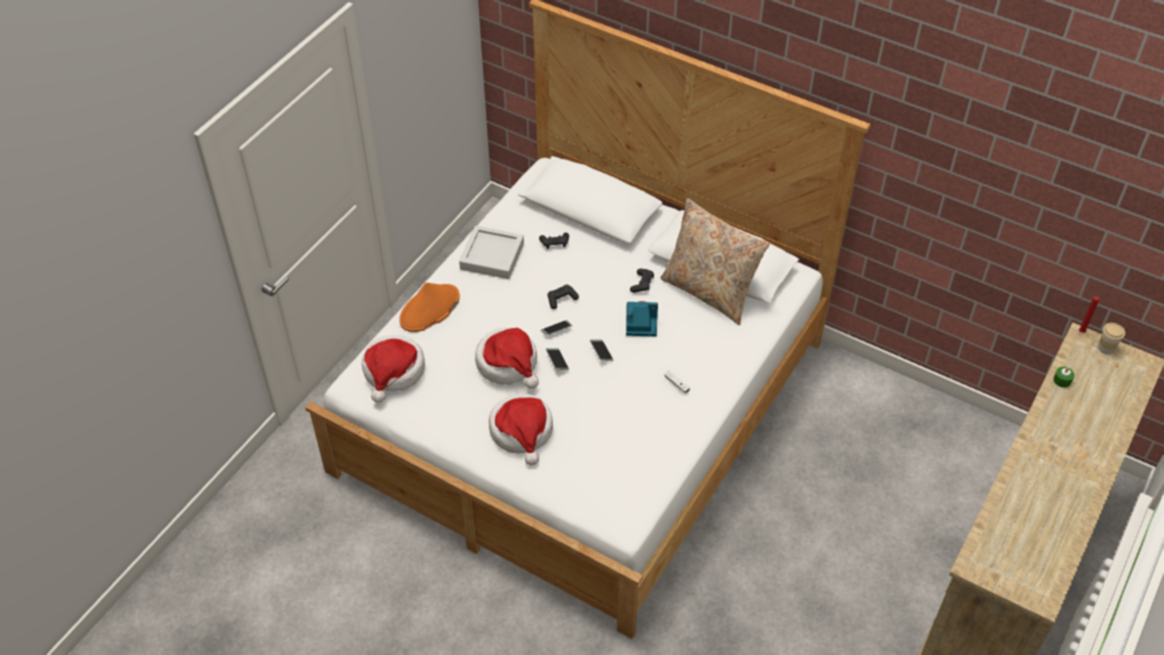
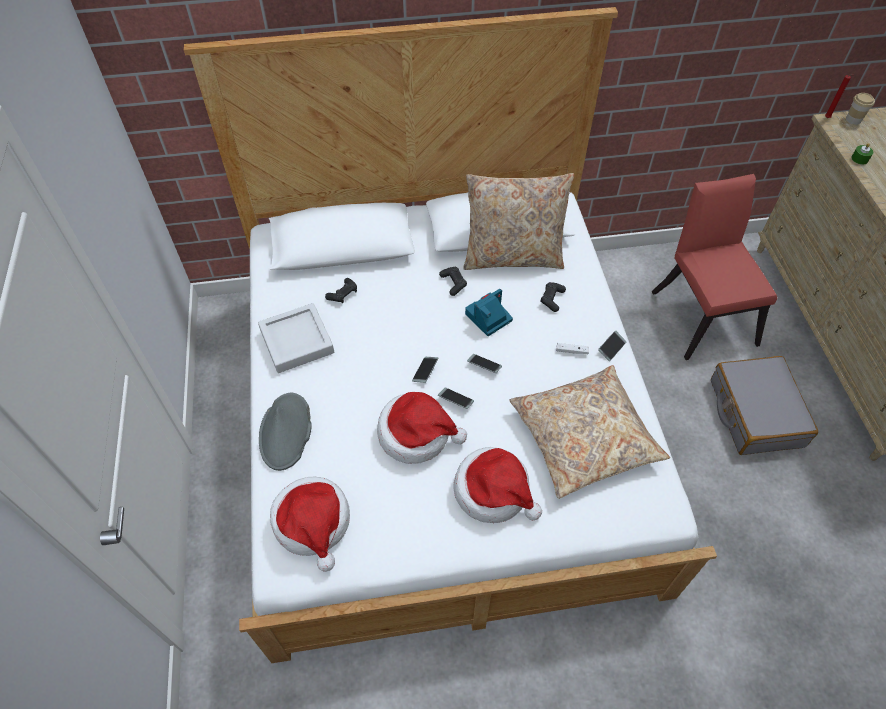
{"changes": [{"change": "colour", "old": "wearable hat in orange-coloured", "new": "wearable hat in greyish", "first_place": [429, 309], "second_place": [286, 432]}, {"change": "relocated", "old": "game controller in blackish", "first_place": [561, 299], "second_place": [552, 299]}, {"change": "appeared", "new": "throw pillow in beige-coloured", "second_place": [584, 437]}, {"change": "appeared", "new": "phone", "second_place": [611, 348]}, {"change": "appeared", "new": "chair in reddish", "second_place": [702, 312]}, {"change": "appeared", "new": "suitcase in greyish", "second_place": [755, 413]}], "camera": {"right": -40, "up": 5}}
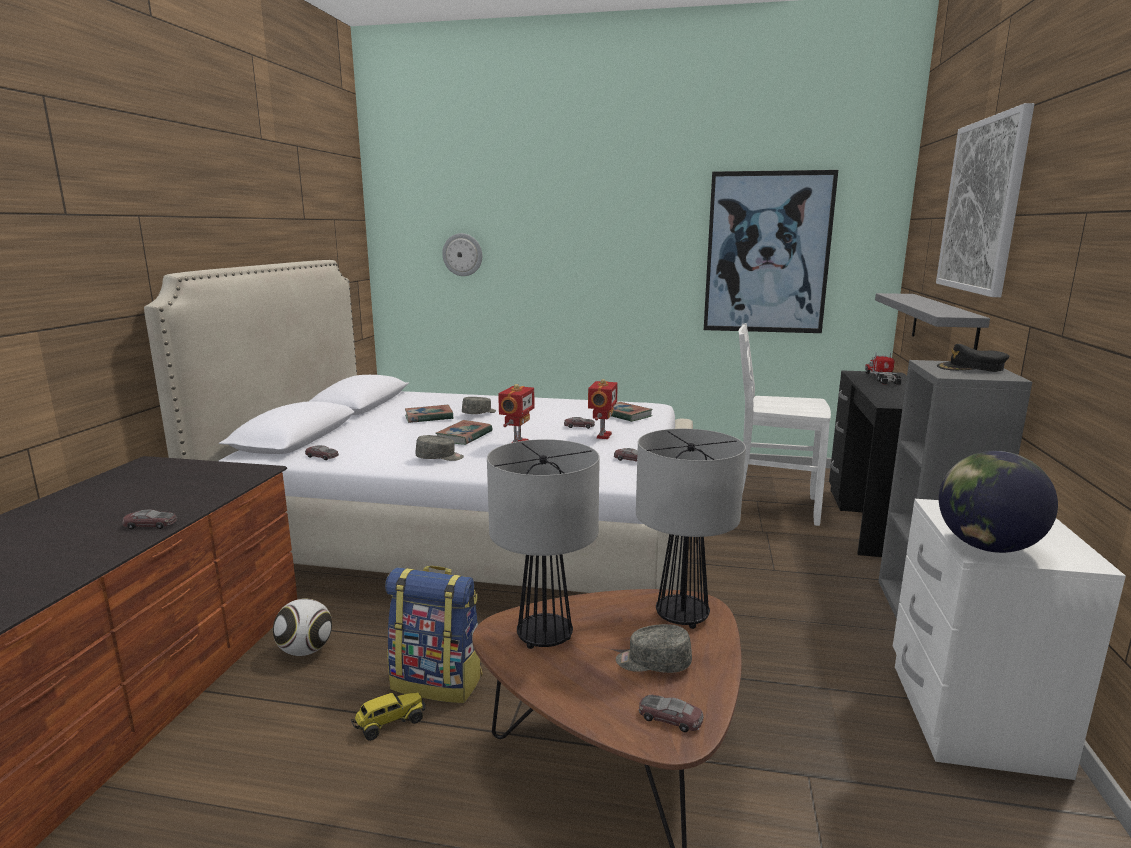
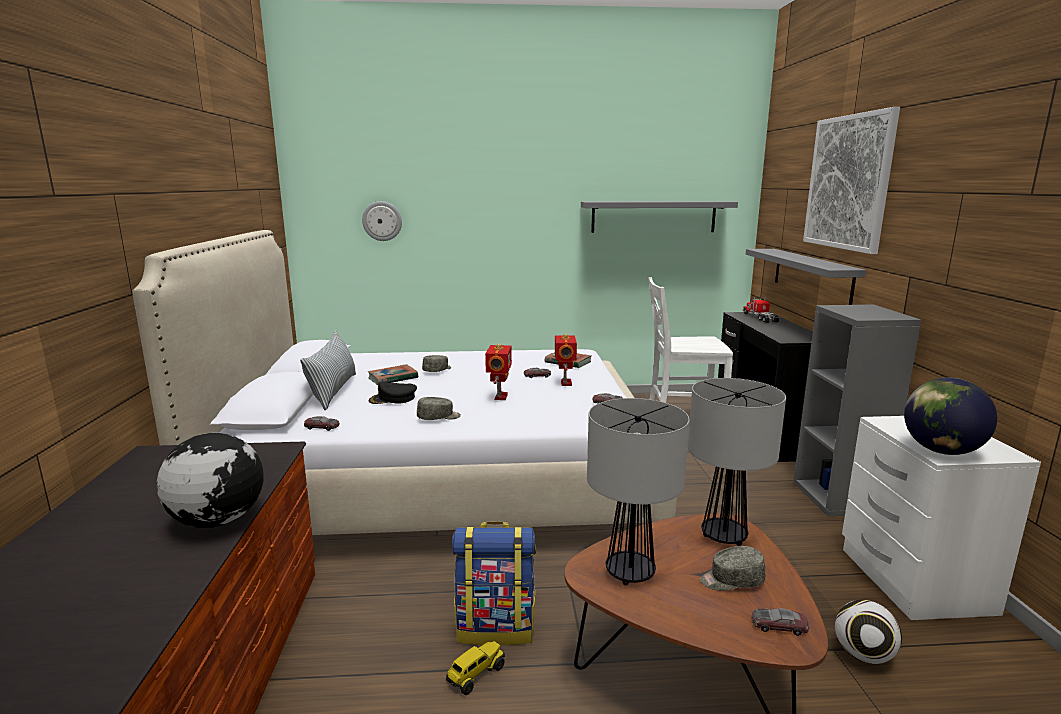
{"changes": [{"change": "exchanged", "old": "model car", "new": "desk globe", "first_place": [150, 525], "second_place": [217, 520]}, {"change": "relocated", "old": "ball for football", "first_place": [305, 651], "second_place": [863, 655]}, {"change": "missing", "old": "volume", "first_place": [464, 436]}, {"change": "exchanged", "old": "wall picture", "new": "bracket shelf in greyish", "first_place": [767, 253], "second_place": [653, 216]}, {"change": "relocated", "old": "cap in blackish", "first_place": [971, 368], "second_place": [393, 399]}, {"change": "appeared", "new": "throw pillow", "second_place": [333, 391]}], "camera": {"right": -15, "up": 0}}
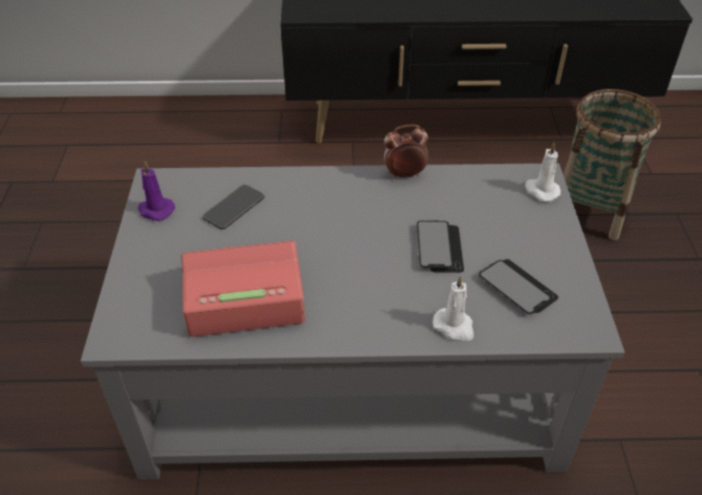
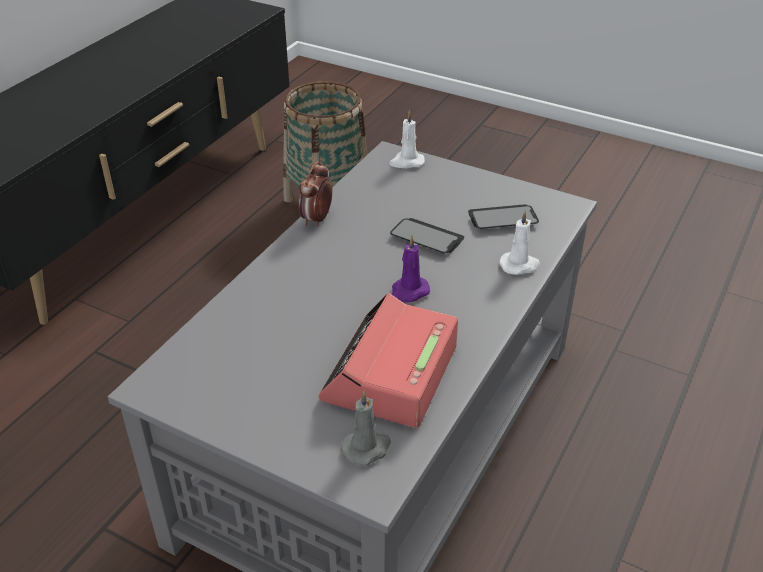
{"changes": [{"change": "relocated", "old": "candle in purple-coloured", "first_place": [155, 210], "second_place": [408, 292]}, {"change": "missing", "old": "phone", "first_place": [234, 208]}, {"change": "appeared", "new": "candle in greyish", "second_place": [367, 448]}], "camera": {"right": -60, "up": -5}}
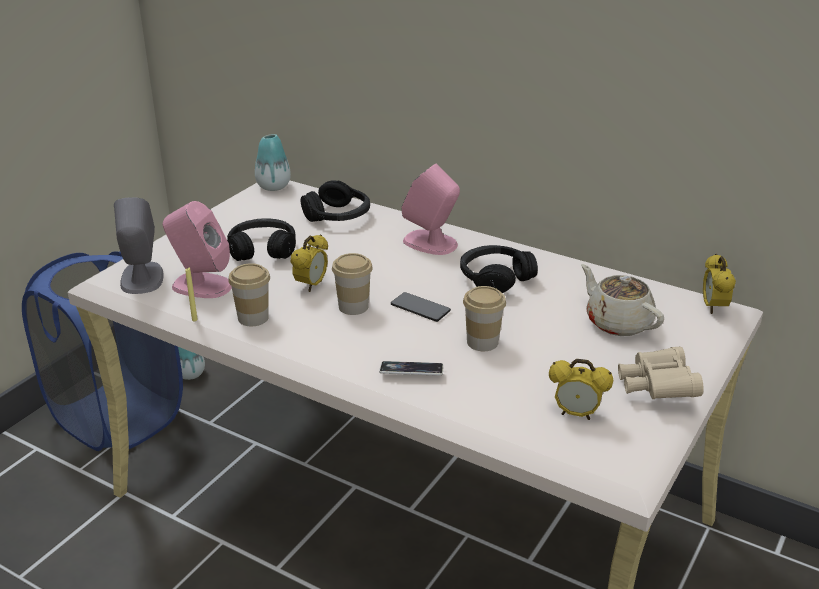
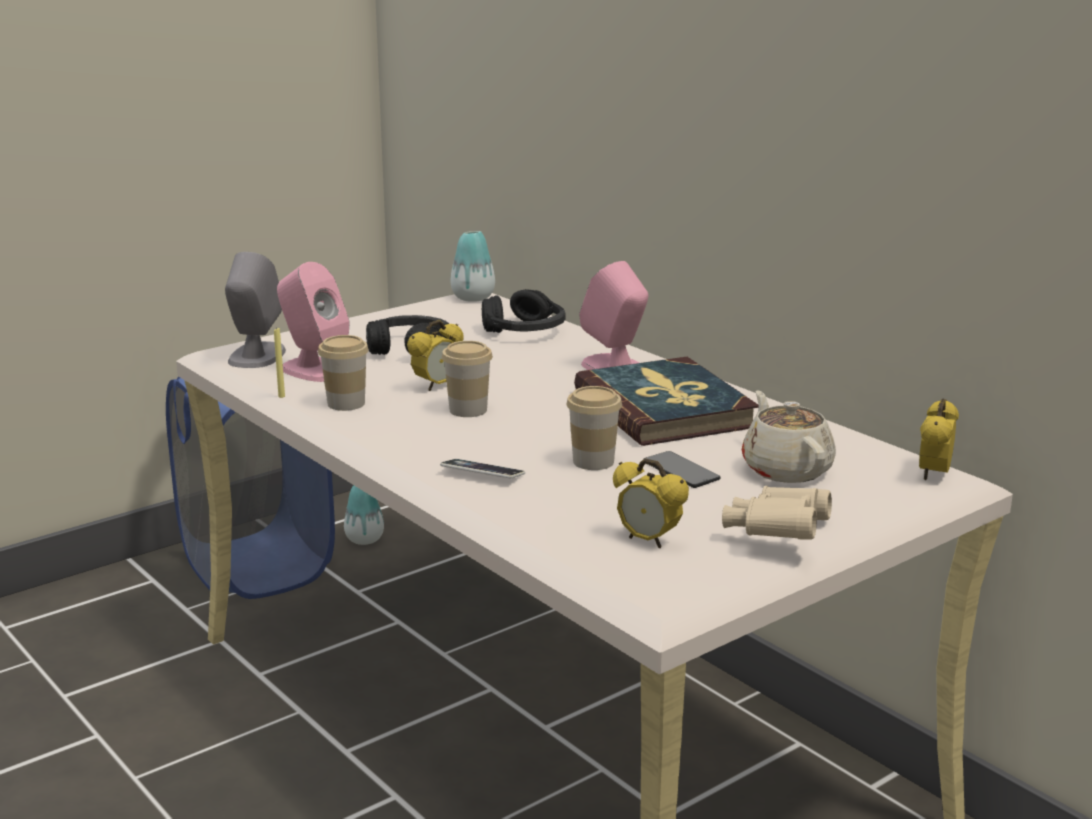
{"changes": [{"change": "relocated", "old": "phone", "first_place": [420, 308], "second_place": [681, 471]}, {"change": "exchanged", "old": "headphones in blackish", "new": "volume", "first_place": [495, 278], "second_place": [665, 409]}], "camera": {"right": 20, "up": -10}}
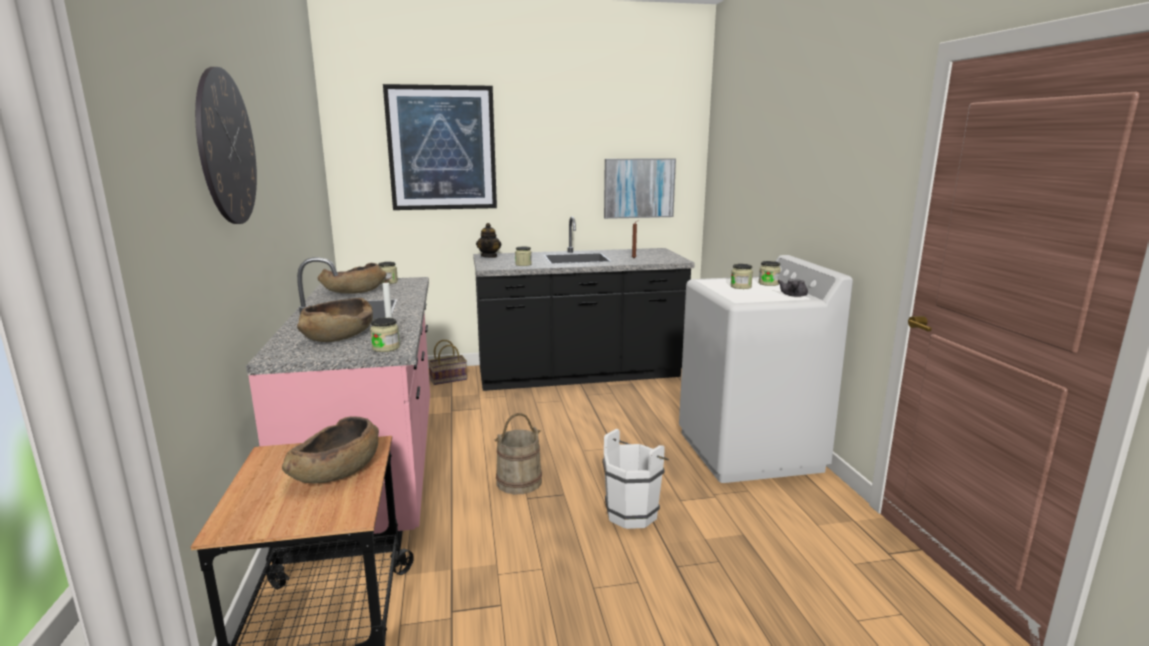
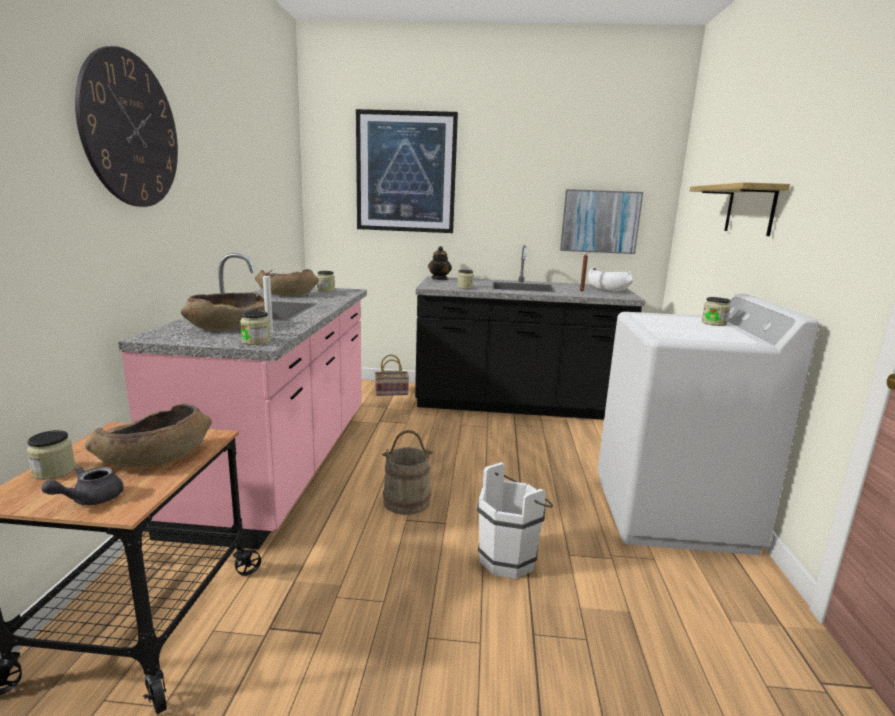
{"changes": [{"change": "relocated", "old": "preserve jar", "first_place": [740, 287], "second_place": [54, 471]}, {"change": "relocated", "old": "pot for tea in greyish", "first_place": [793, 295], "second_place": [90, 499]}, {"change": "appeared", "new": "serving bowl in whitish", "second_place": [607, 289]}, {"change": "appeared", "new": "bracket shelf", "second_place": [750, 210]}], "camera": {"right": 15, "up": 0}}
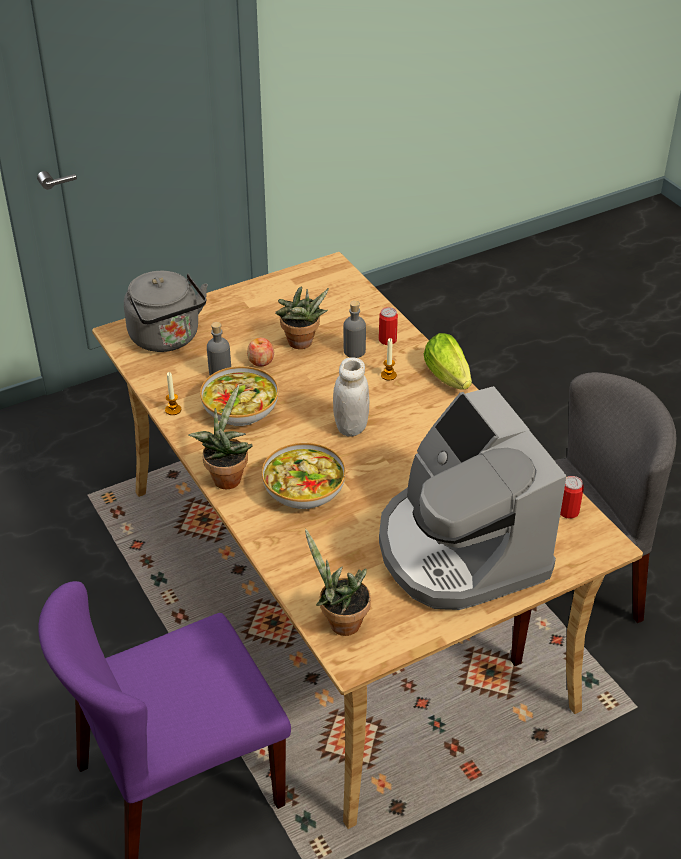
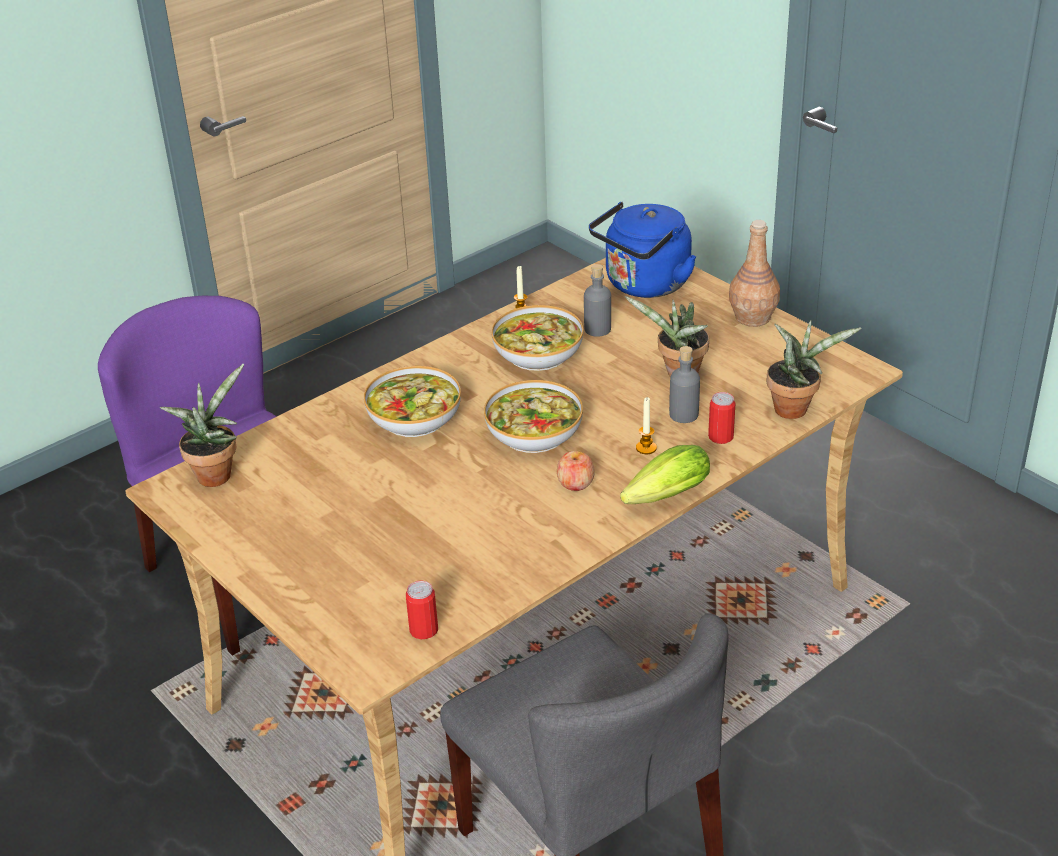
{"changes": [{"change": "colour", "old": "kettle in greyish", "new": "kettle in blue-coloured", "first_place": [167, 339], "second_place": [644, 285]}, {"change": "relocated", "old": "houseplant", "first_place": [226, 477], "second_place": [795, 408]}, {"change": "relocated", "old": "apple", "first_place": [261, 361], "second_place": [575, 483]}, {"change": "exchanged", "old": "preserve jar in whitish", "new": "serving bowl", "first_place": [350, 427], "second_place": [534, 433]}, {"change": "missing", "old": "coffee brewer", "first_place": [459, 549]}, {"change": "appeared", "new": "bottle in brownish", "second_place": [753, 317]}], "camera": {"right": 80, "up": -5}}
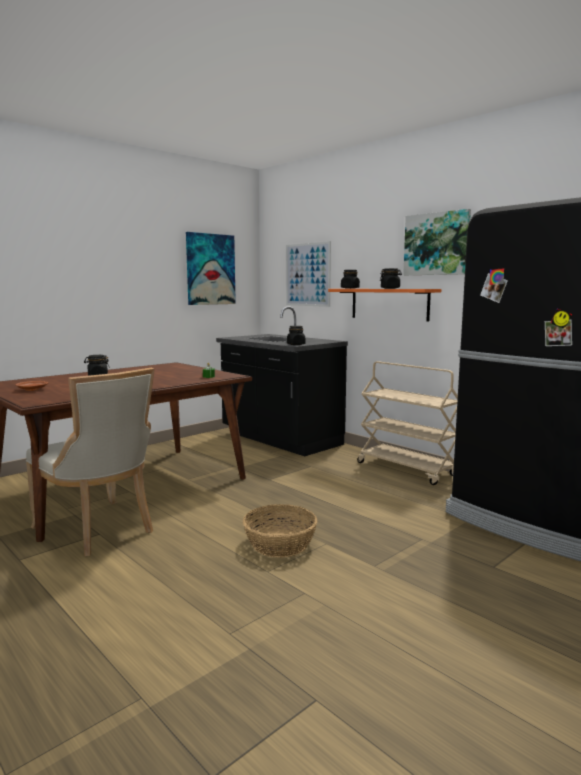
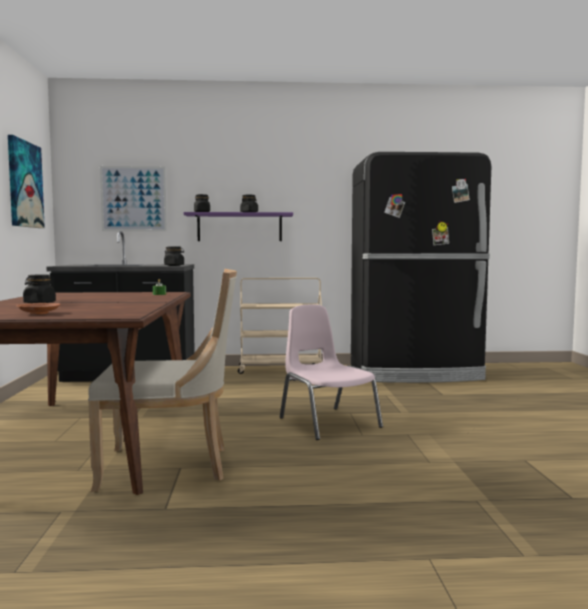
{"changes": [{"change": "exchanged", "old": "household basket", "new": "chair in pink", "first_place": [280, 544], "second_place": [328, 422]}, {"change": "colour", "old": "bracket shelf in orange-coloured", "new": "bracket shelf in purple-coloured", "first_place": [389, 304], "second_place": [239, 227]}, {"change": "missing", "old": "wall picture", "first_place": [437, 244]}], "camera": {"right": -50, "up": -5}}
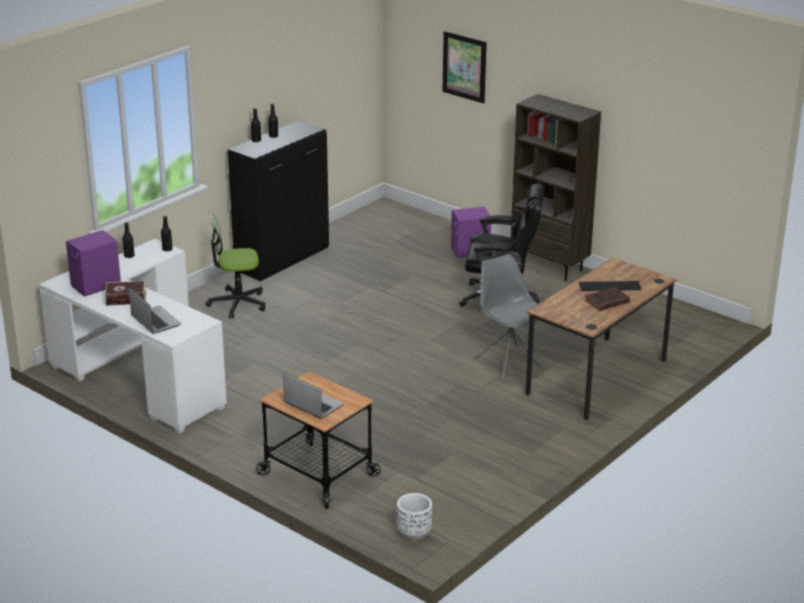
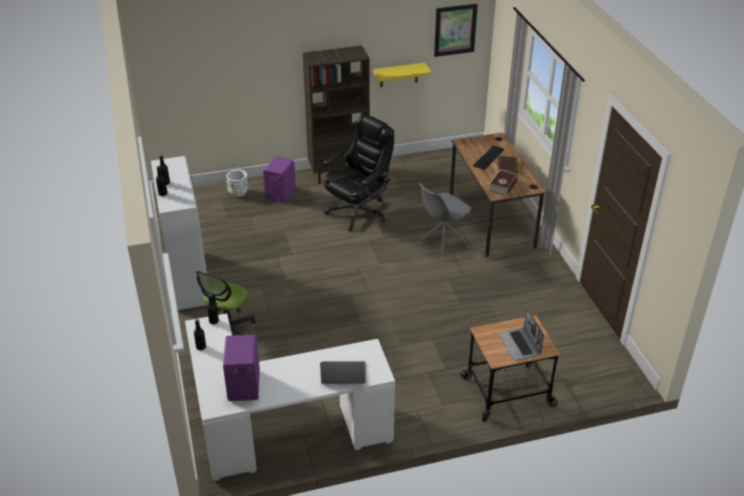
{"changes": [{"change": "relocated", "old": "volume", "first_place": [126, 298], "second_place": [502, 186]}, {"change": "colour", "old": "cupboard in blackish", "new": "cupboard in whitish", "first_place": [283, 260], "second_place": [188, 279]}, {"change": "spun", "old": "portable computer", "first_place": [313, 404], "second_place": [520, 345], "degrees": -90}, {"change": "relocated", "old": "plant pot in whitish", "first_place": [414, 533], "second_place": [238, 193]}, {"change": "relocated", "old": "wall picture", "first_place": [464, 67], "second_place": [455, 30]}, {"change": "spun", "old": "chair in greyish", "first_place": [509, 362], "second_place": [441, 245], "degrees": -45}, {"change": "appeared", "new": "bracket shelf in yellow", "second_place": [399, 75]}], "camera": {"right": -55, "up": 10}}
